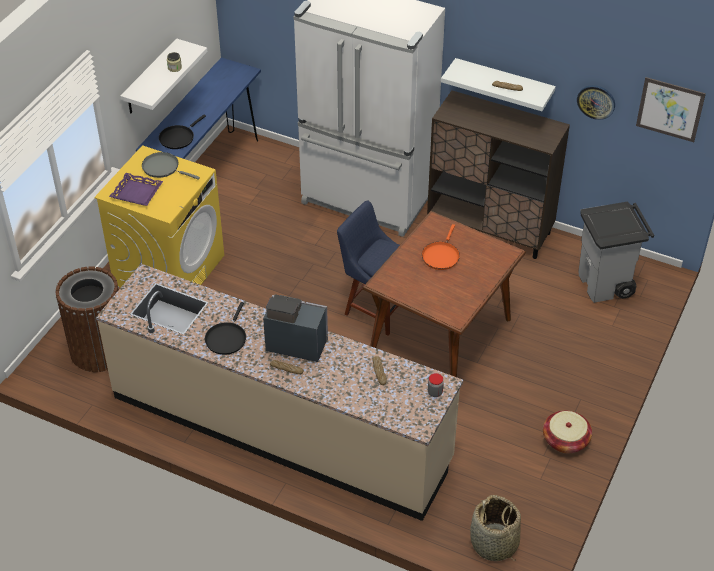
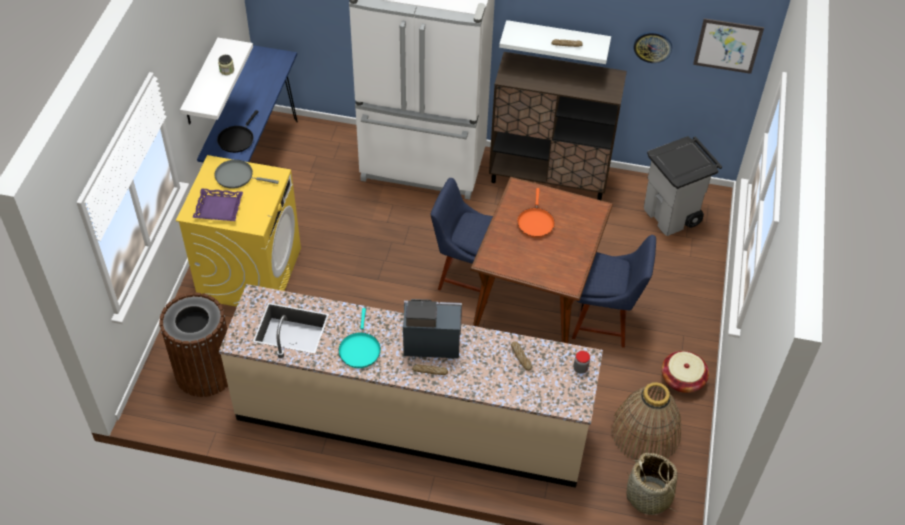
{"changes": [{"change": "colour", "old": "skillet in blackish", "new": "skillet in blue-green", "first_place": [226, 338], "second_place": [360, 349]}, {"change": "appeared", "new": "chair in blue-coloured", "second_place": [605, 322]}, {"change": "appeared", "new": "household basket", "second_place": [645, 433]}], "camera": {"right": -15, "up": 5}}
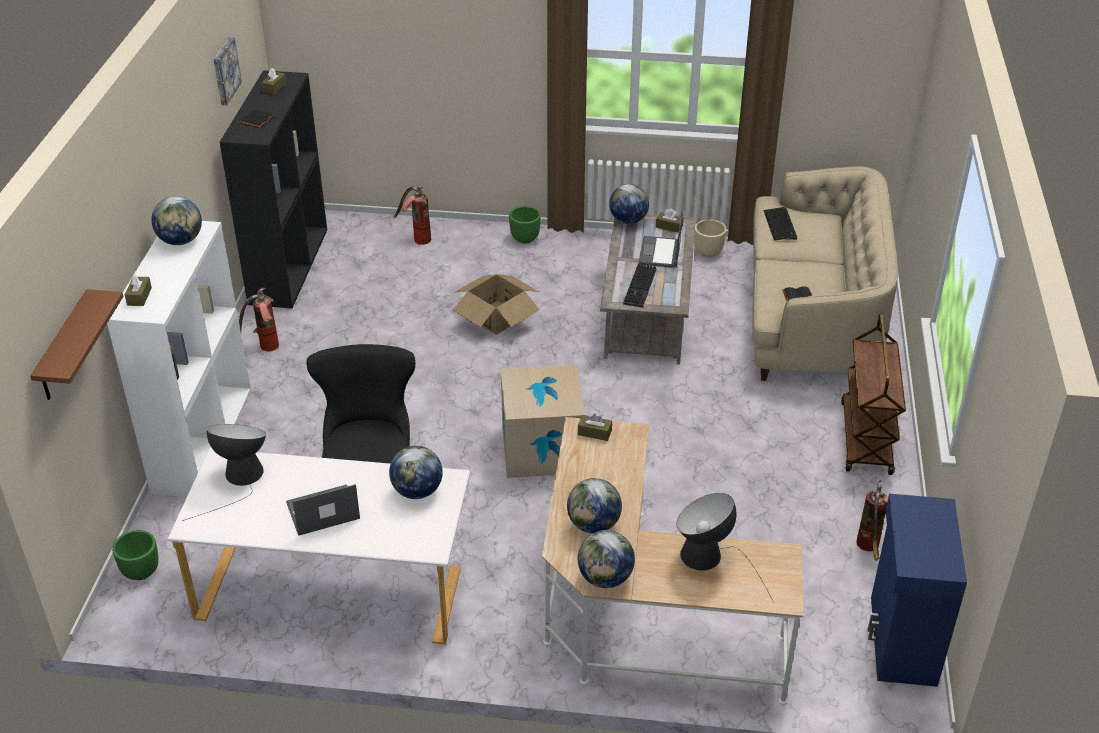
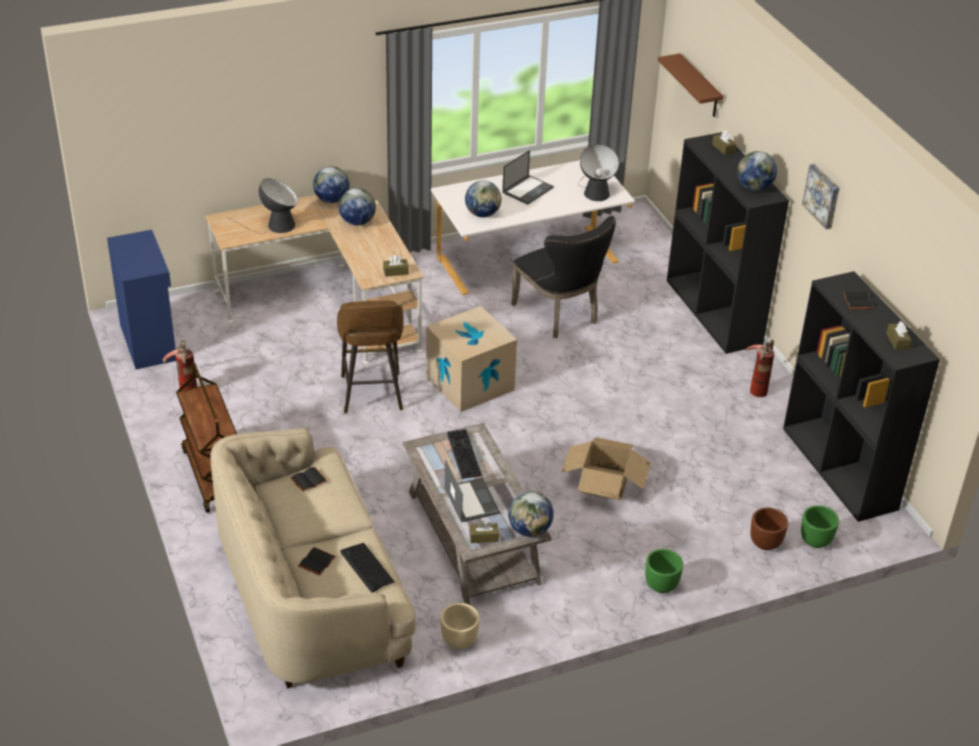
{"changes": [{"change": "colour", "old": "shelving unit in whitish", "new": "shelving unit in blackish", "first_place": [202, 439], "second_place": [715, 312]}, {"change": "relocated", "old": "plant pot in green", "first_place": [141, 572], "second_place": [815, 540]}, {"change": "relocated", "old": "wall picture", "first_place": [224, 70], "second_place": [822, 195]}, {"change": "exchanged", "old": "fire-fighting cylinder", "new": "plant pot in brownish", "first_place": [416, 238], "second_place": [765, 543]}, {"change": "appeared", "new": "volume in blackish", "second_place": [316, 561]}, {"change": "appeared", "new": "stool in brownish", "second_place": [371, 394]}], "camera": {"right": 150, "up": 0}}
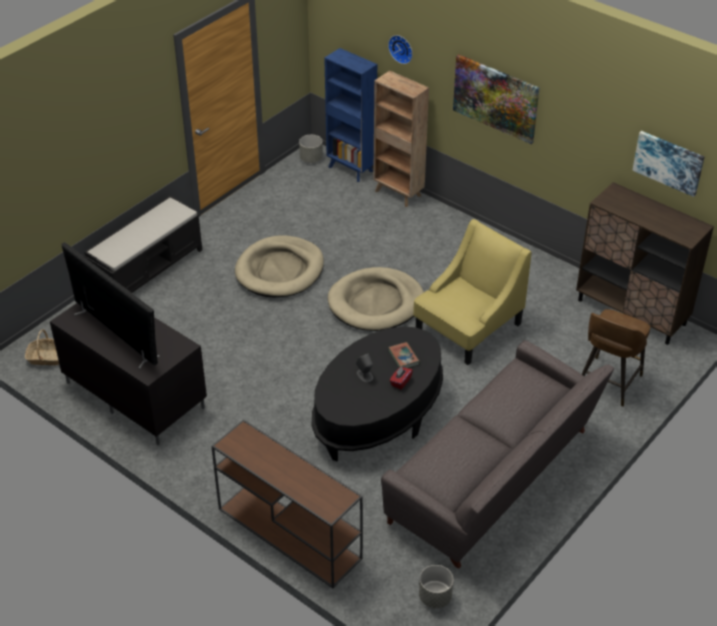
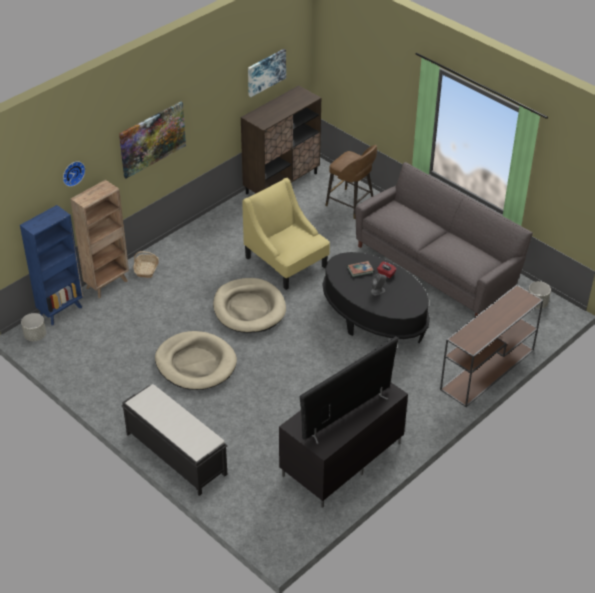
{"changes": [{"change": "relocated", "old": "household basket", "first_place": [46, 357], "second_place": [146, 269]}], "camera": {"right": -85, "up": 0}}
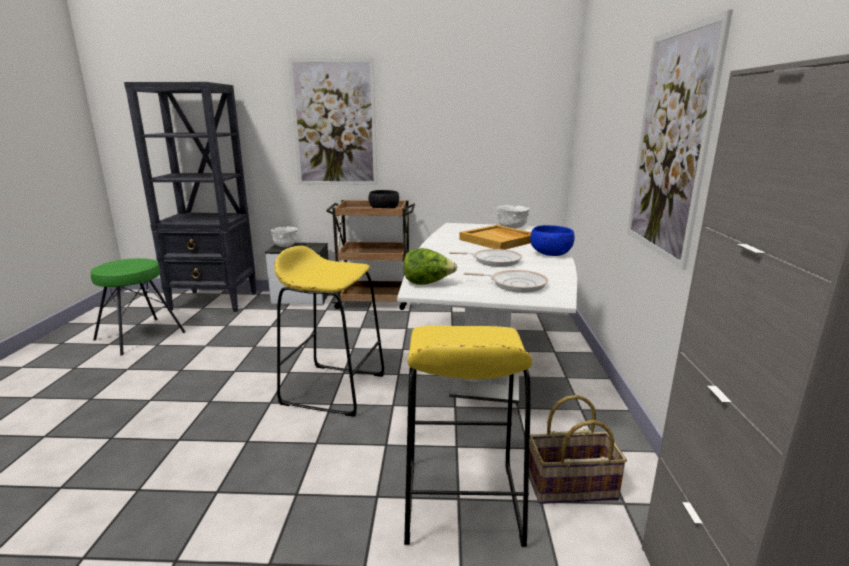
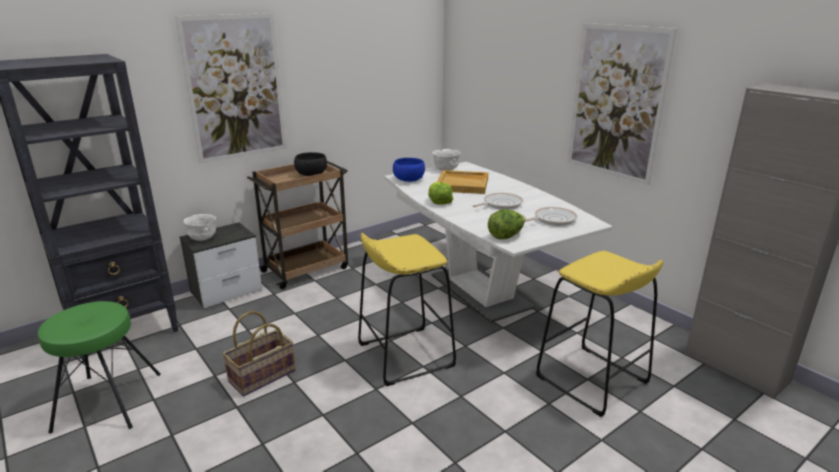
{"changes": [{"change": "relocated", "old": "household basket", "first_place": [571, 487], "second_place": [262, 377]}, {"change": "relocated", "old": "serving bowl in blue-coloured", "first_place": [550, 254], "second_place": [408, 180]}, {"change": "appeared", "new": "lettuce", "second_place": [439, 202]}], "camera": {"right": -40, "up": 5}}
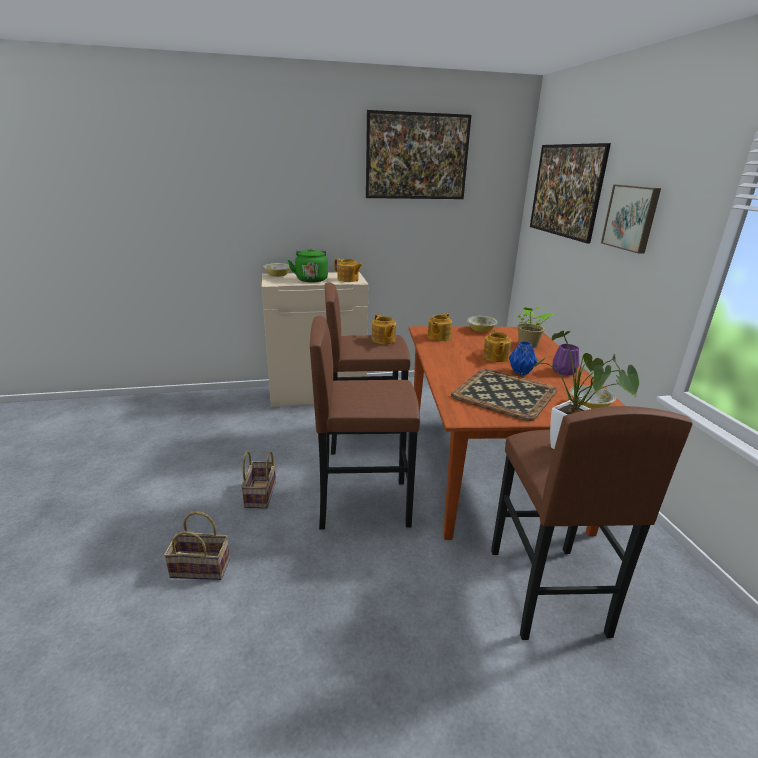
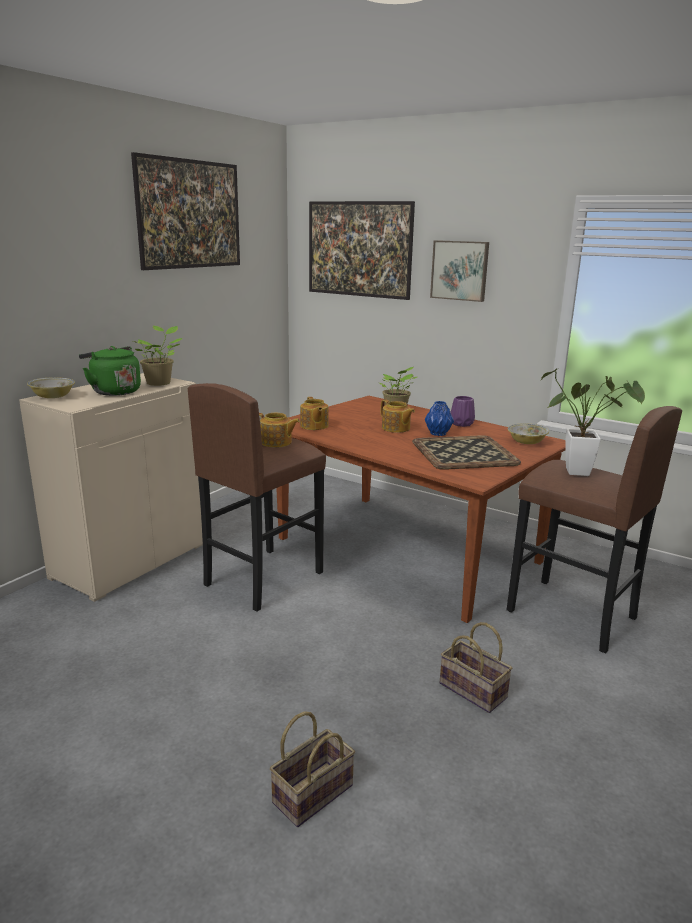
{"changes": [{"change": "relocated", "old": "household basket", "first_place": [261, 495], "second_place": [475, 691]}, {"change": "missing", "old": "stool in brownish", "first_place": [363, 504]}, {"change": "exchanged", "old": "pot for tea", "new": "houseplant", "first_place": [348, 279], "second_place": [160, 383]}, {"change": "missing", "old": "serving bowl", "first_place": [480, 330]}], "camera": {"right": -45, "up": -5}}
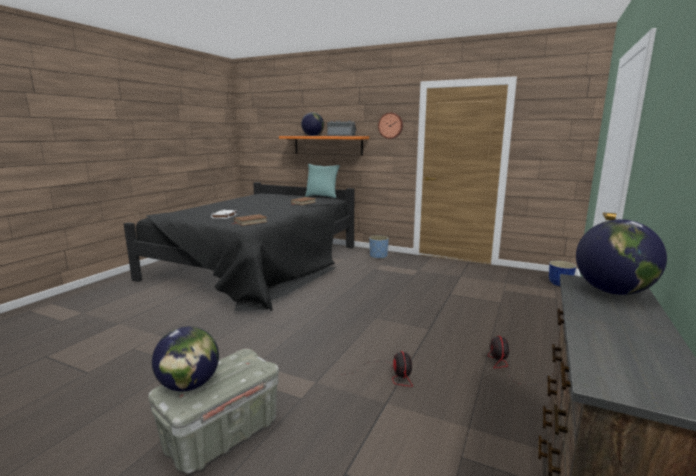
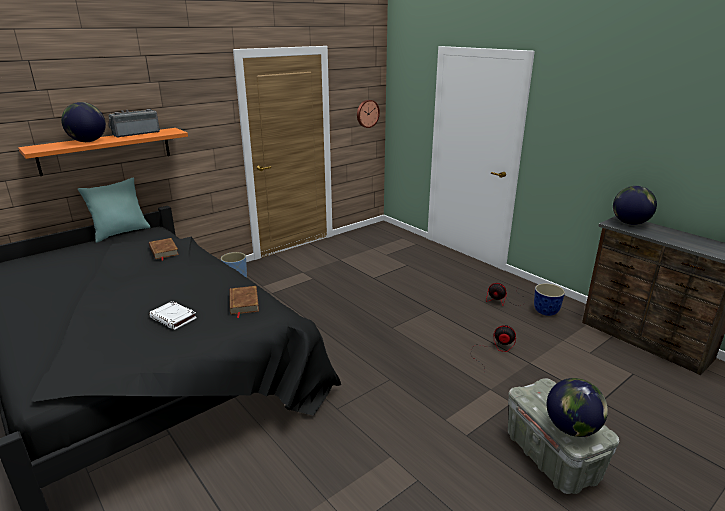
{"changes": [{"change": "relocated", "old": "clock on the wall", "first_place": [390, 125], "second_place": [367, 113]}, {"change": "relocated", "old": "plant pot", "first_place": [560, 284], "second_place": [546, 311]}], "camera": {"right": -65, "up": 10}}
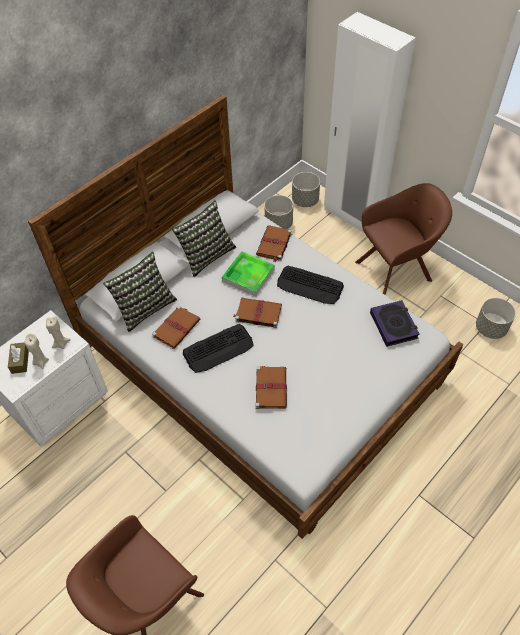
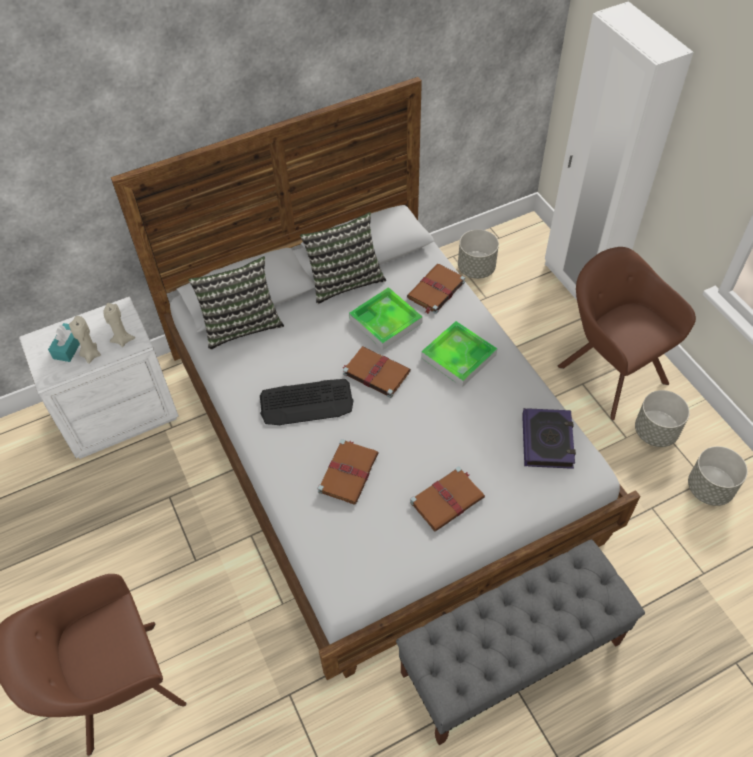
{"changes": [{"change": "colour", "old": "box of tissues in brownish", "new": "box of tissues in blue-green", "first_place": [20, 361], "second_place": [69, 347]}, {"change": "relocated", "old": "volume in brownish", "first_place": [177, 327], "second_place": [448, 499]}, {"change": "exchanged", "old": "keyboard", "new": "carrying tray", "first_place": [310, 285], "second_place": [458, 356]}, {"change": "relocated", "old": "plant pot in greyish", "first_place": [305, 200], "second_place": [655, 431]}, {"change": "spun", "old": "easy chair in brownish", "first_place": [396, 270], "second_place": [609, 371], "degrees": -120}, {"change": "appeared", "new": "bench in greyish", "second_place": [511, 657]}], "camera": {"right": 20, "up": 0}}
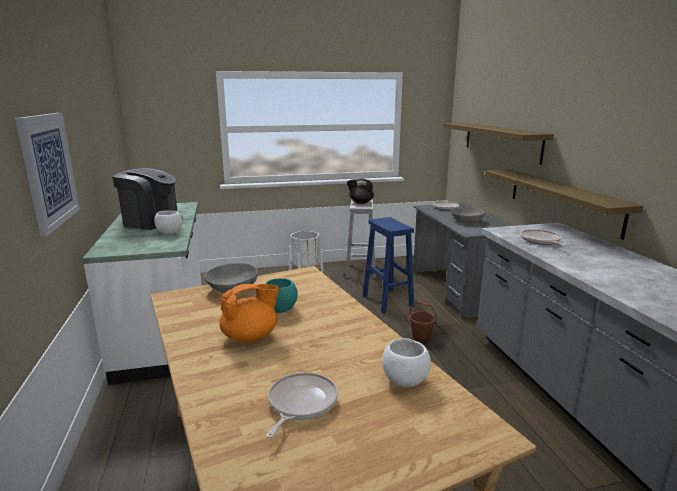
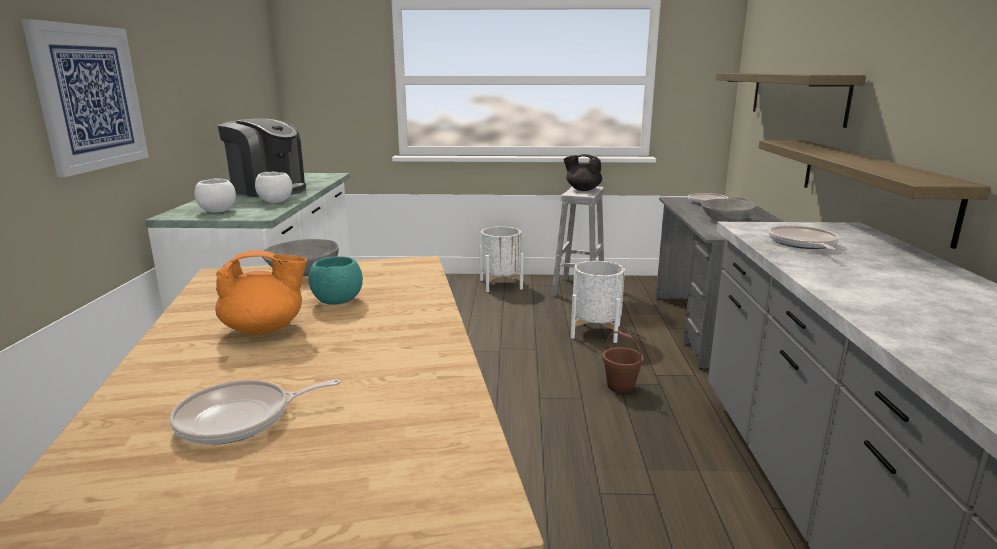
{"changes": [{"change": "spun", "old": "skillet", "first_place": [300, 404], "second_place": [240, 419], "degrees": -150}, {"change": "exchanged", "old": "stool in blue-coloured", "new": "plant pot in whitish", "first_place": [387, 300], "second_place": [595, 331]}, {"change": "relocated", "old": "serving bowl in whitish", "first_place": [405, 381], "second_place": [217, 211]}], "camera": {"right": 15, "up": 0}}
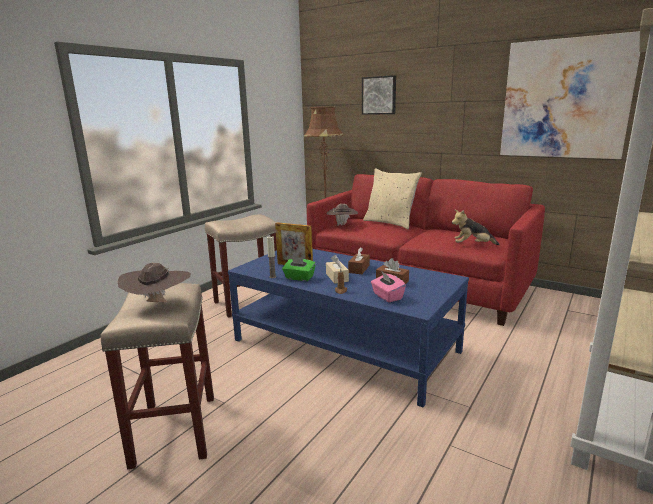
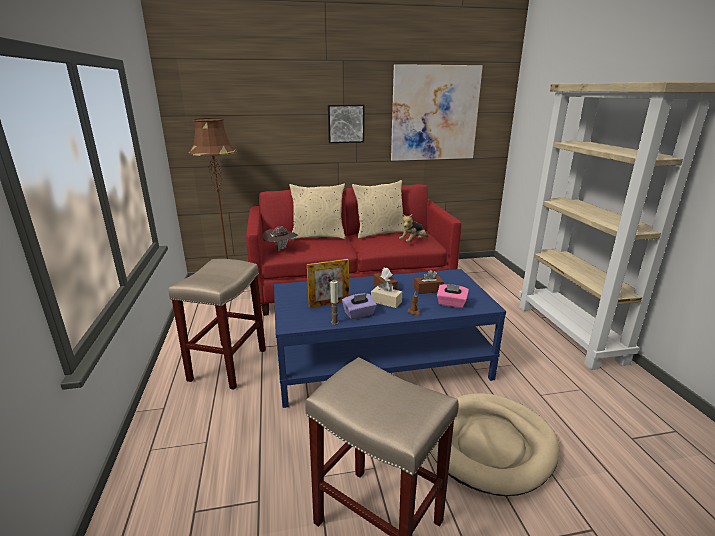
{"changes": [{"change": "missing", "old": "wearable hat in brownish", "first_place": [158, 304]}, {"change": "colour", "old": "box of tissues in green", "new": "box of tissues in purple-coloured", "first_place": [299, 278], "second_place": [359, 314]}, {"change": "relocated", "old": "wall picture", "first_place": [379, 95], "second_place": [345, 123]}, {"change": "appeared", "new": "throw pillow in beige-coloured", "second_place": [379, 233]}, {"change": "appeared", "new": "dog bed in beige-coloured", "second_place": [490, 445]}], "camera": {"right": -45, "up": 5}}
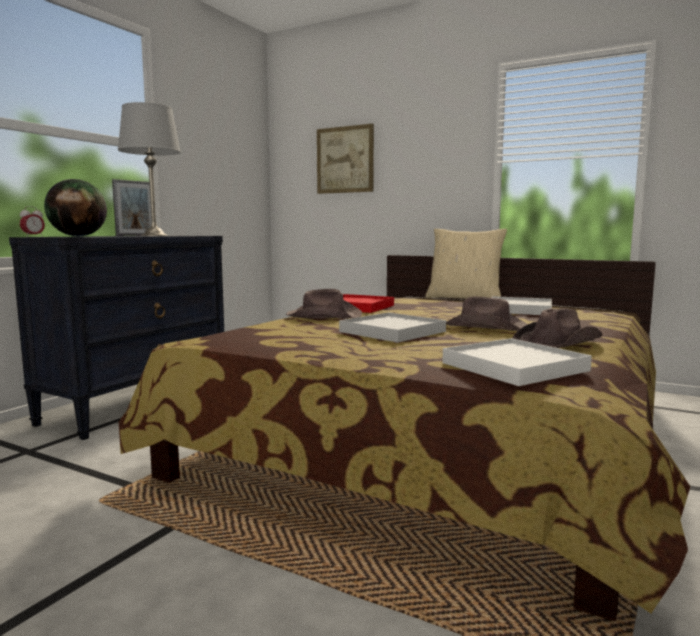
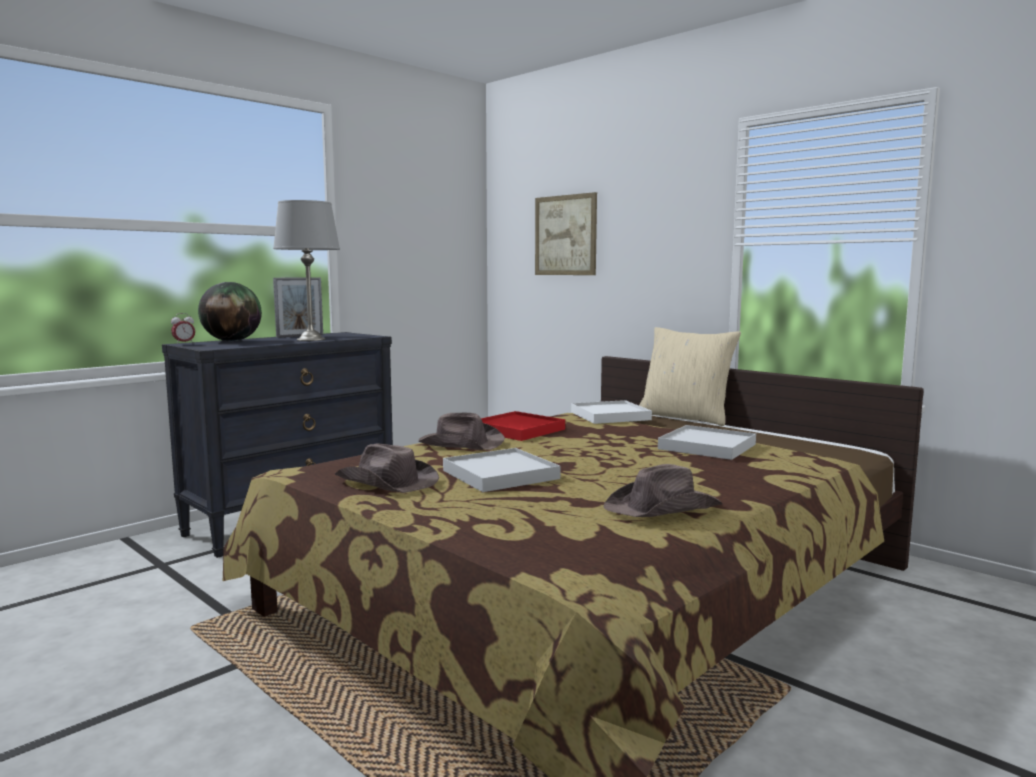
{"changes": [{"change": "relocated", "old": "carrying tray in whitish", "first_place": [513, 367], "second_place": [610, 416]}, {"change": "relocated", "old": "wearable hat in brownish", "first_place": [485, 327], "second_place": [387, 482]}], "camera": {"right": 15, "up": 0}}
